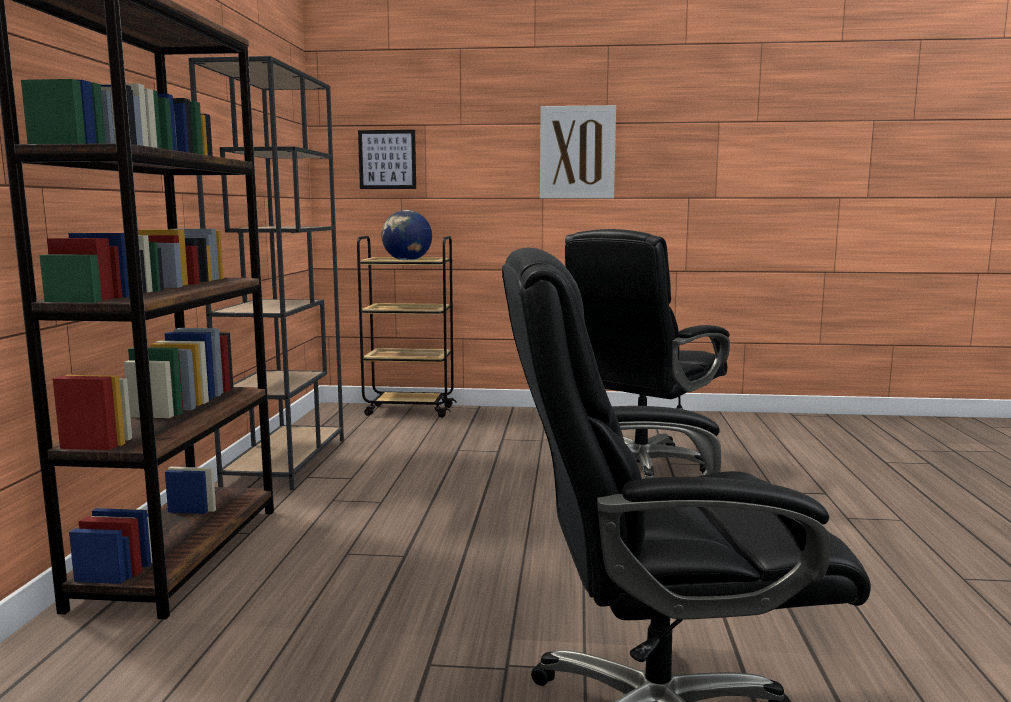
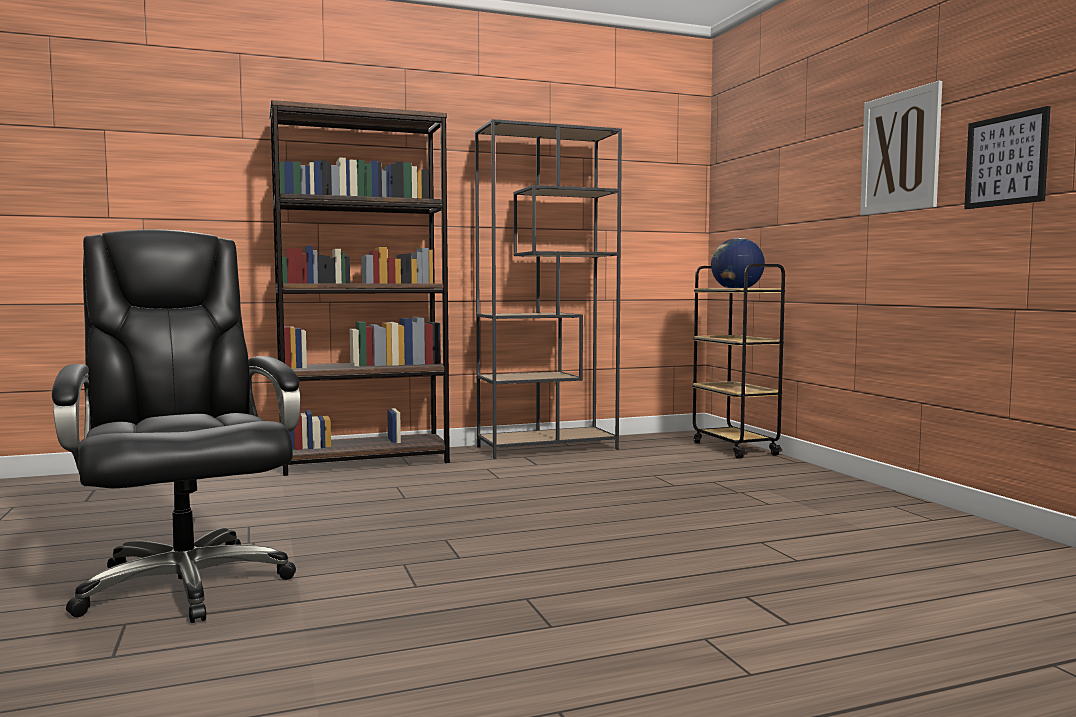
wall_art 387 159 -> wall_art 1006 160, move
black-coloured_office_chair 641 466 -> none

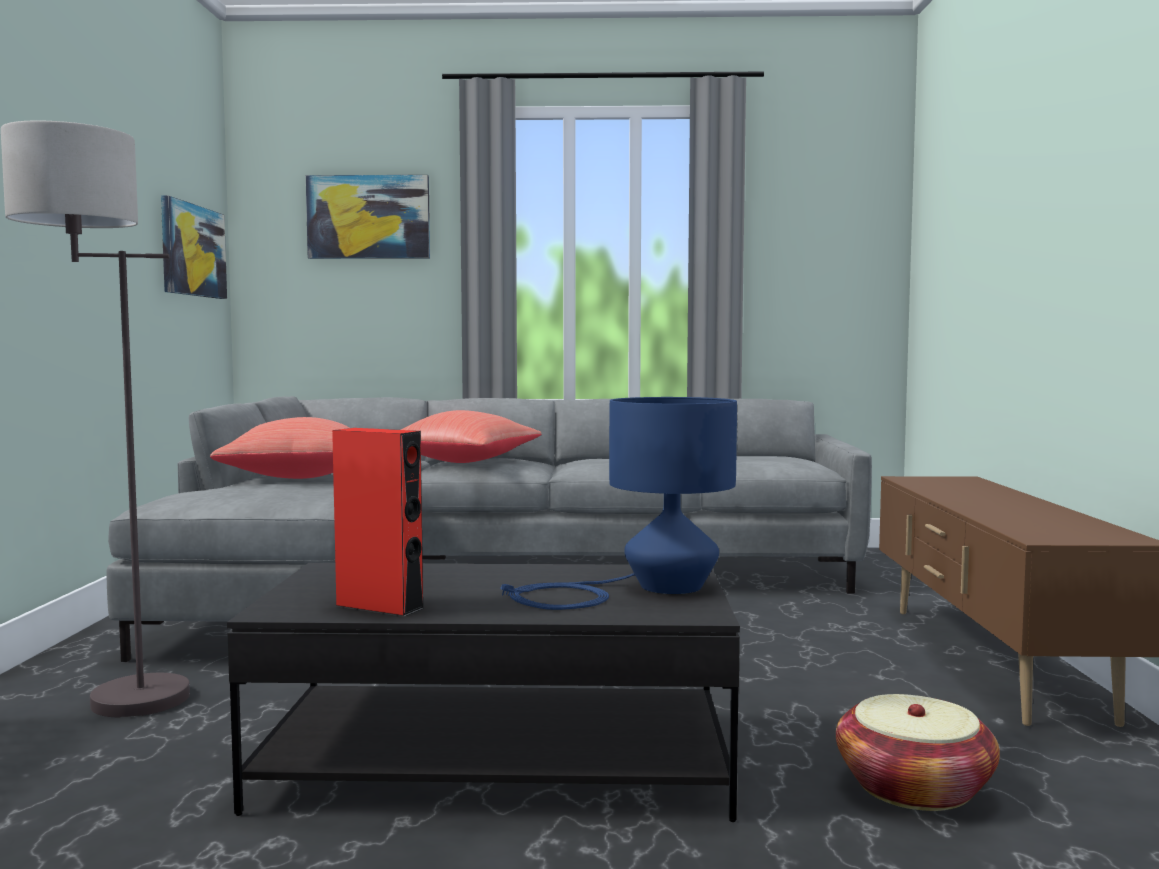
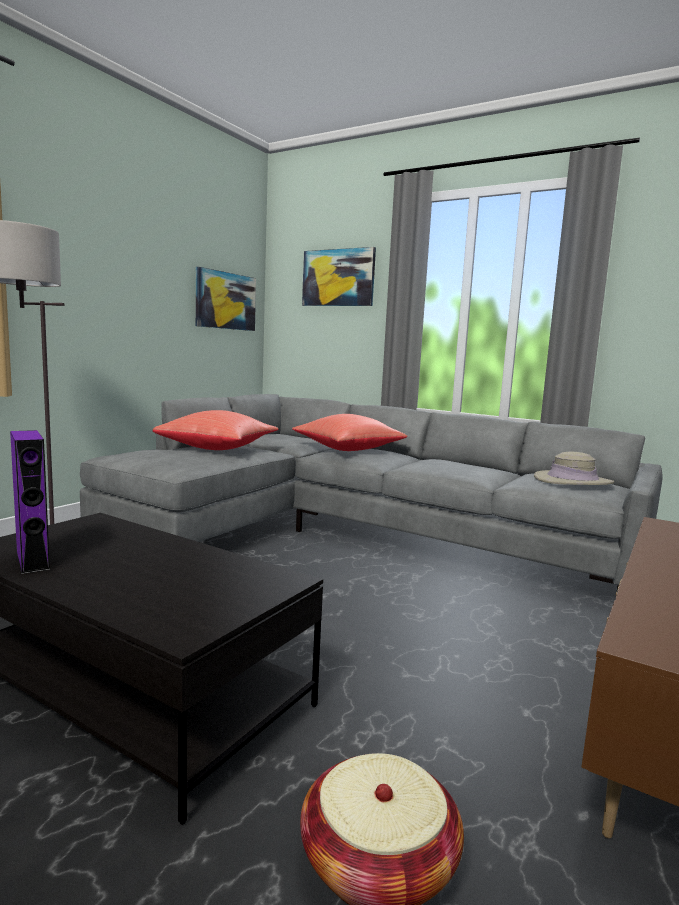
bluish_tabletop_lamp 628 590 -> none
red-coloured_audio_speaker 379 607 -> purple-coloured_audio_speaker 33 561
none -> sand-coloured_wearable_hat 572 481

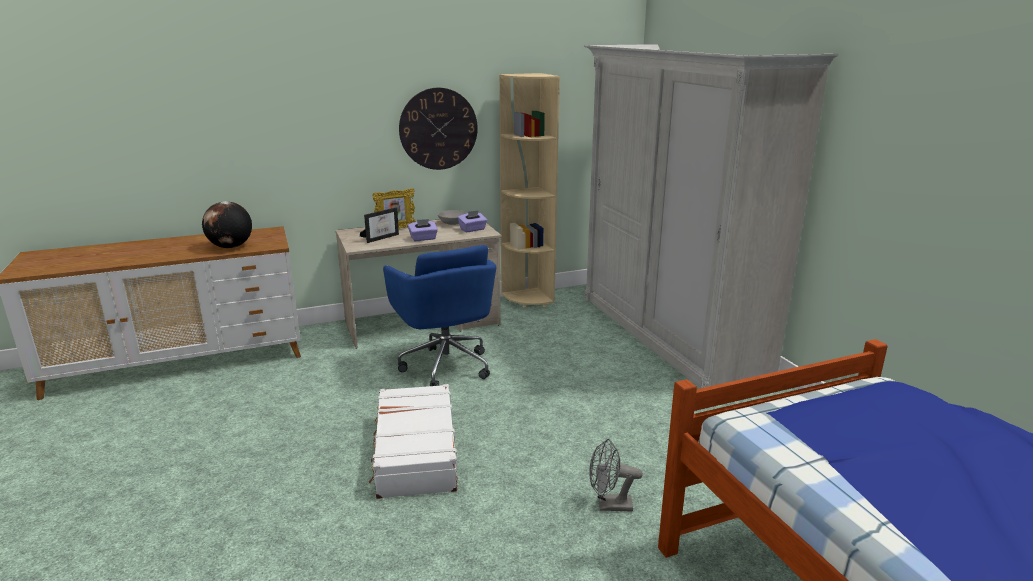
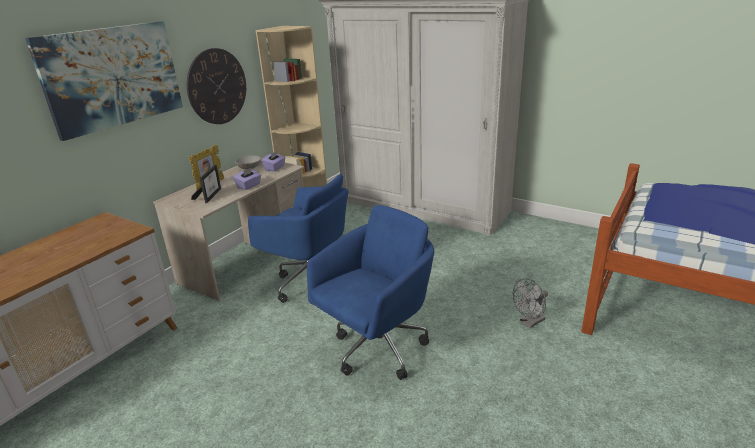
desk_globe 231 247 -> none
white_travel_case 415 452 -> bluish_office_chair 376 352
none -> wall_art 113 77

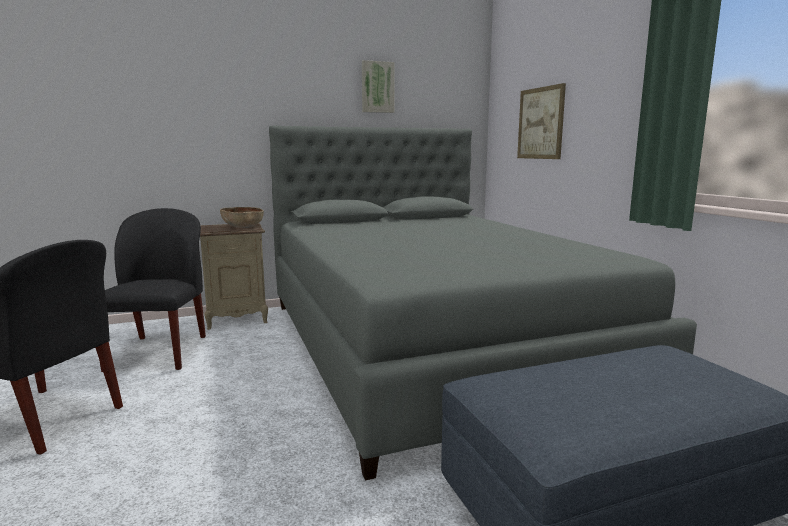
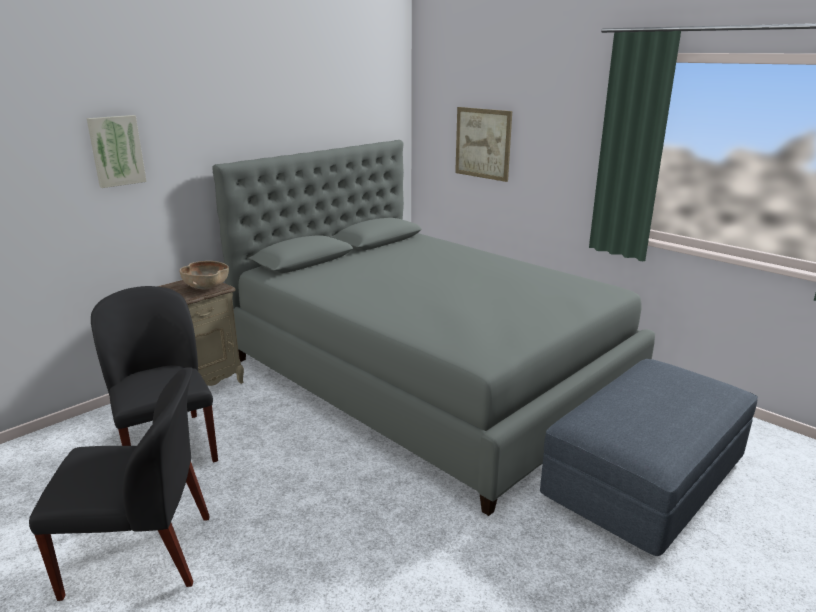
wall_art 377 87 -> wall_art 116 151, move

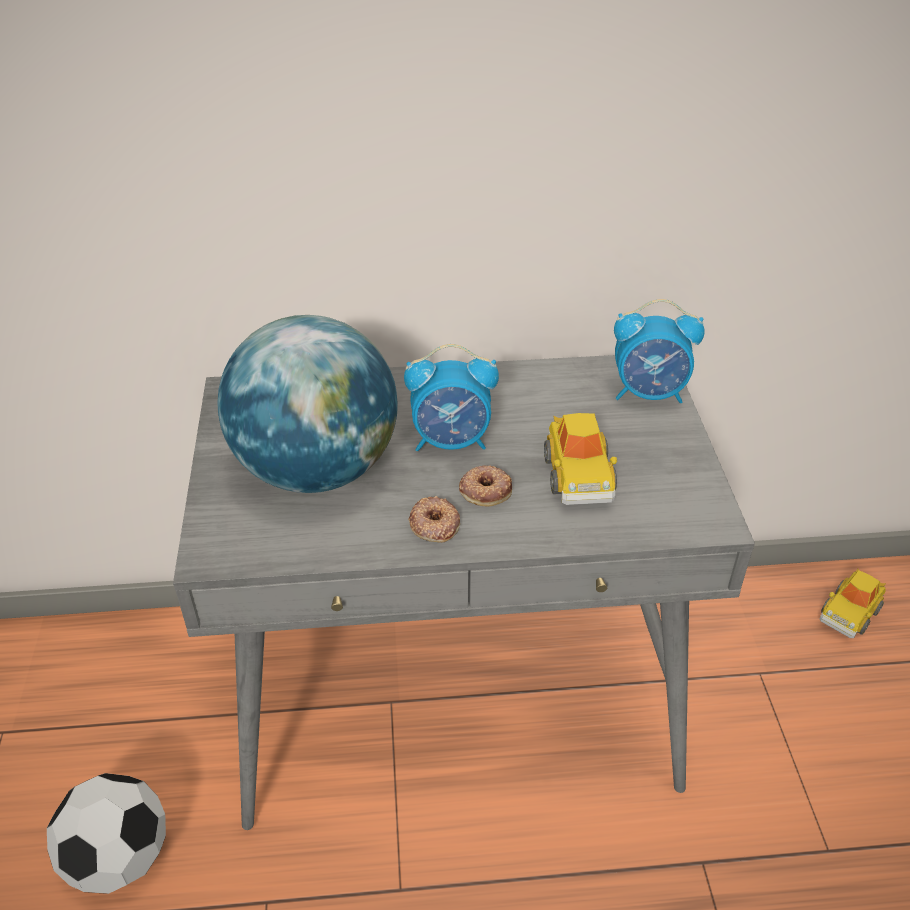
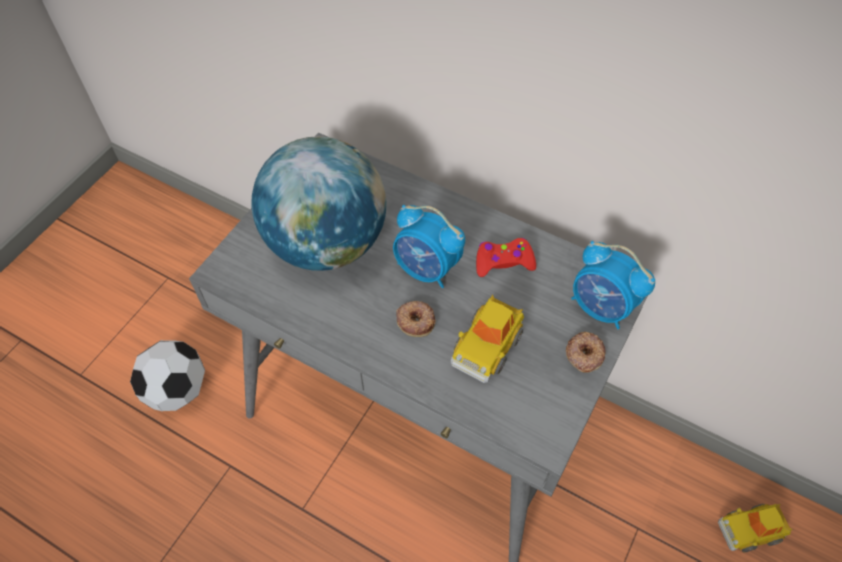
ring_doughnut 434 524 -> ring_doughnut 584 354, move
none -> red-coloured_game_controller 503 262

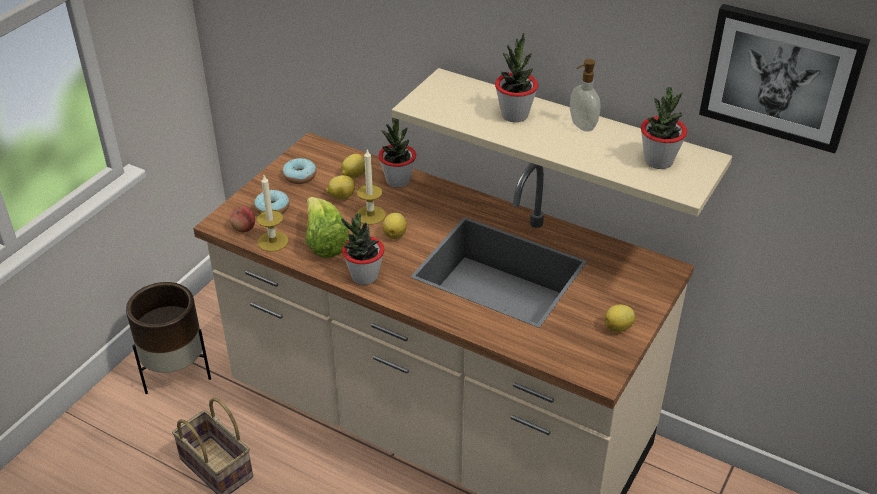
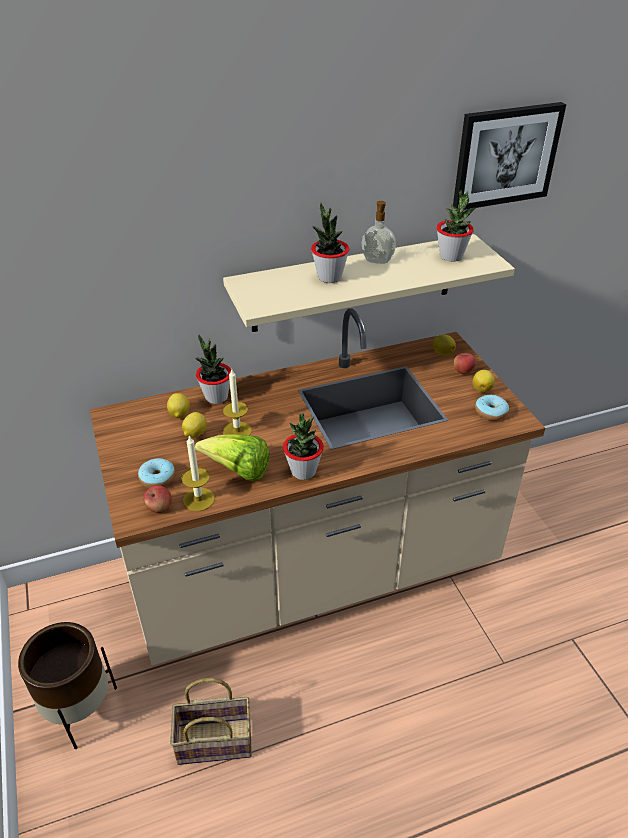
ring_doughnut 300 176 -> ring_doughnut 490 412, move
whole_lemon 395 234 -> whole_lemon 442 352, move
none -> whole_apple 463 371

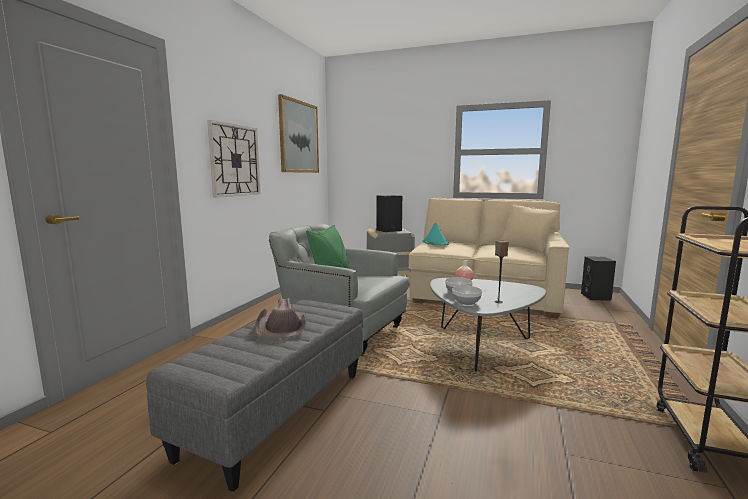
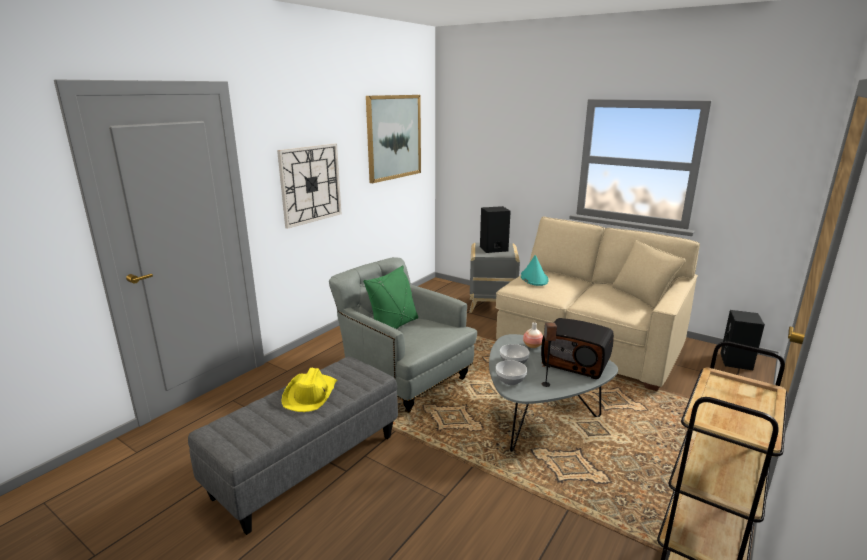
brown-coloured_wearable_hat 282 326 -> yellowish_wearable_hat 310 394
none -> radio_set 576 363

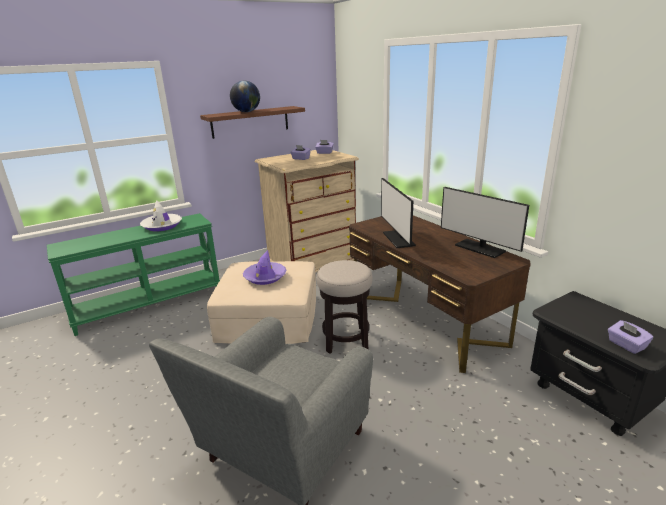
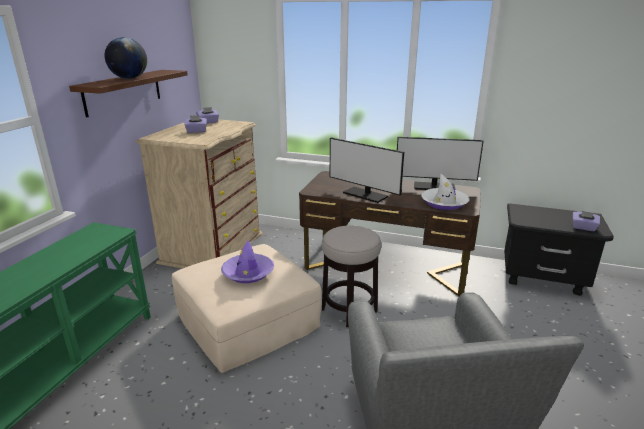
white_wearable_hat 162 226 -> white_wearable_hat 444 203, move

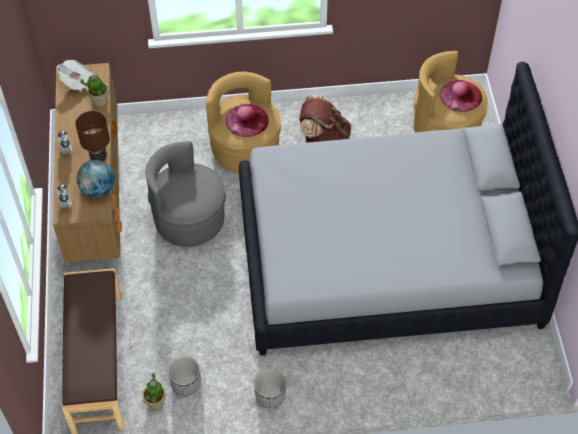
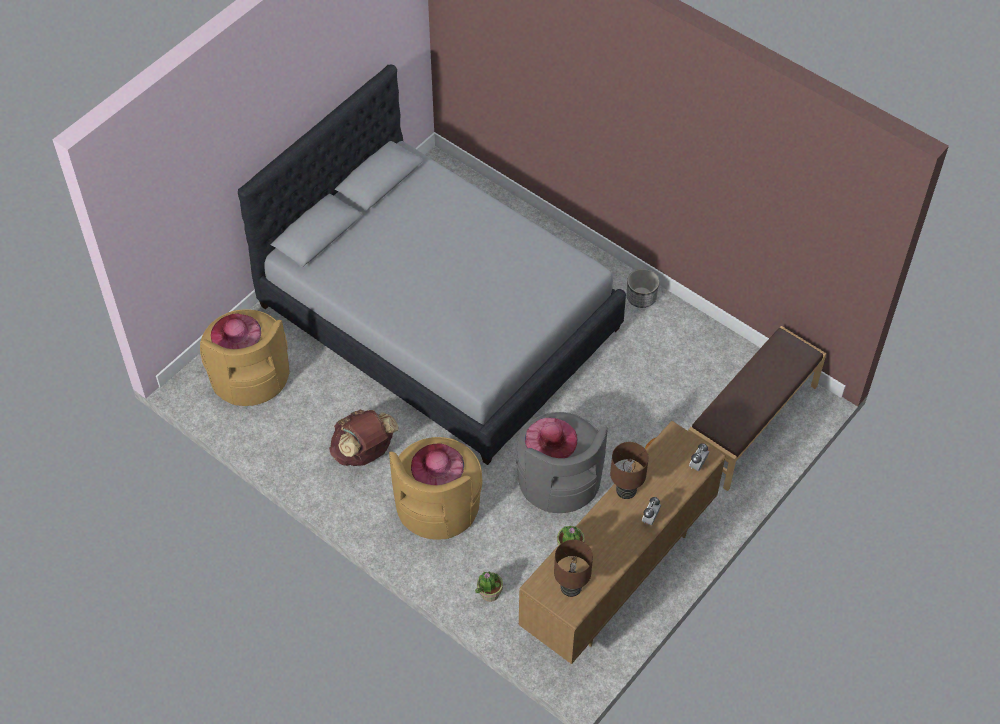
newspaper 79 83 -> brown-coloured_tabletop_lamp 571 587
desk_globe 98 189 -> none
plant_pot 185 383 -> none
potted_plant 155 401 -> potted_plant 489 593, move
none -> pink-coloured_wearable_hat 551 439

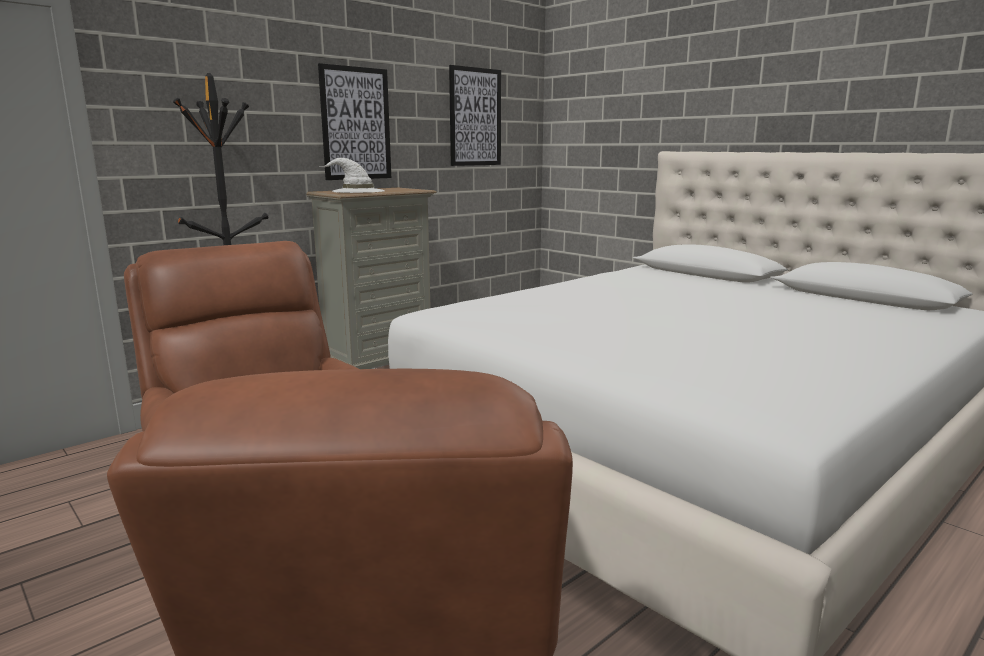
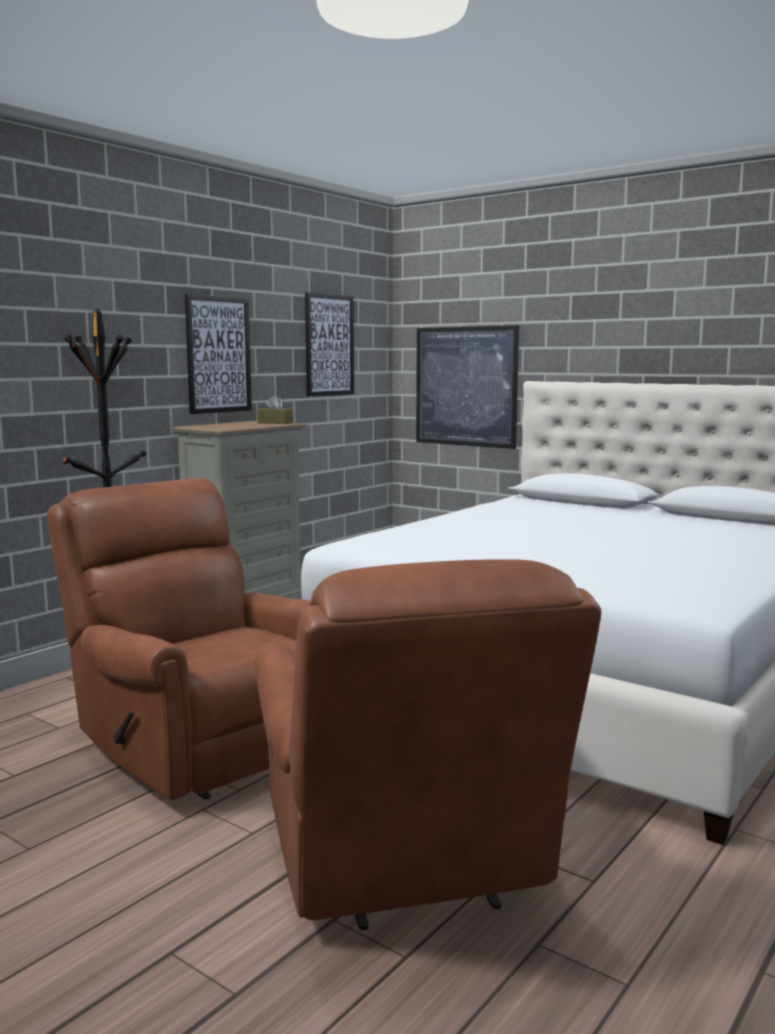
white_wearable_hat 357 191 -> none
none -> wall_art 465 386
none -> brown-coloured_tissue_holder 275 422

